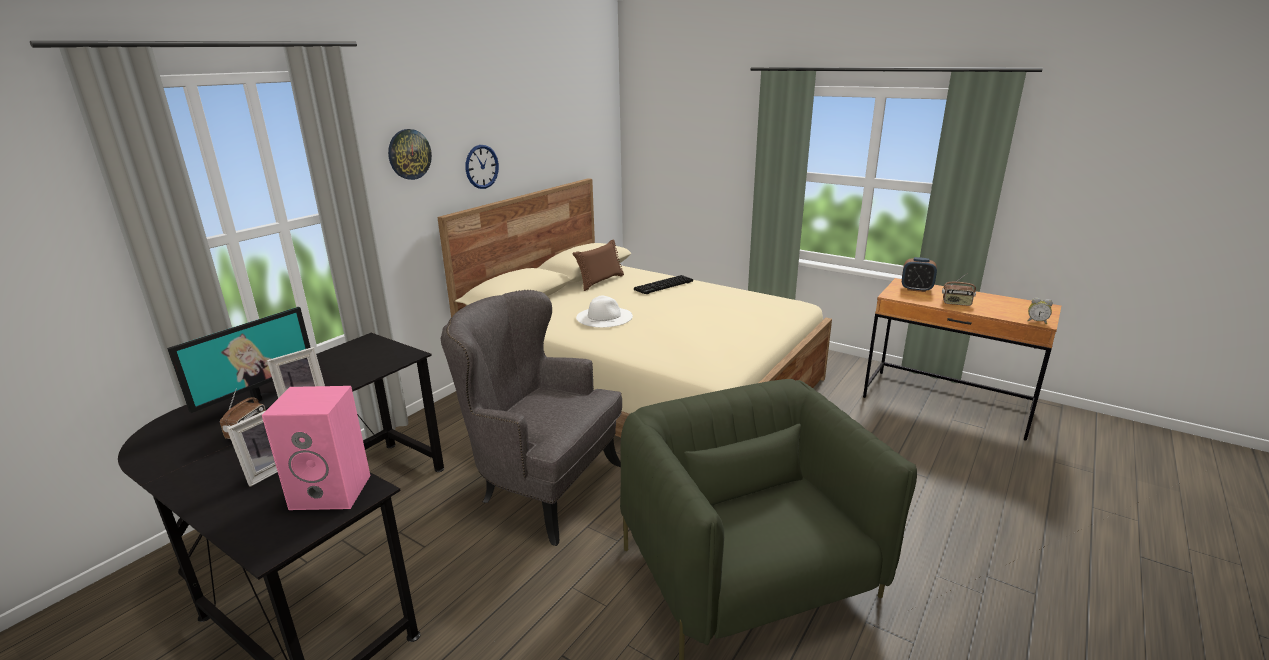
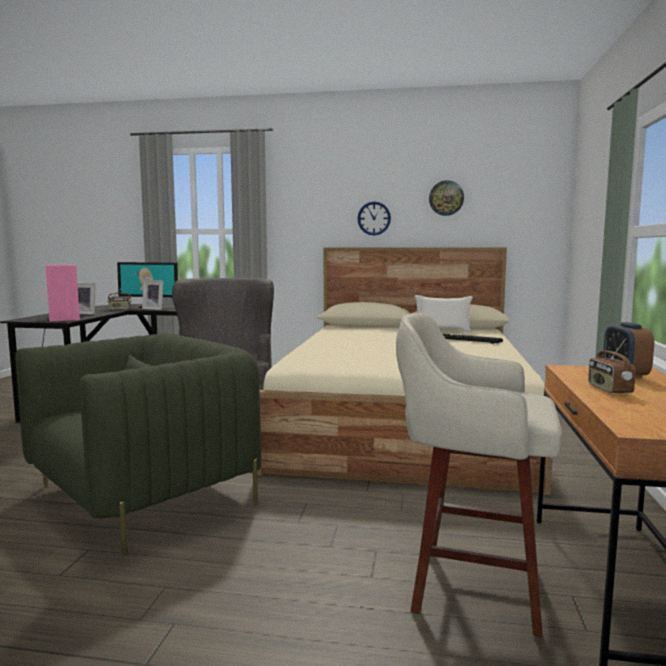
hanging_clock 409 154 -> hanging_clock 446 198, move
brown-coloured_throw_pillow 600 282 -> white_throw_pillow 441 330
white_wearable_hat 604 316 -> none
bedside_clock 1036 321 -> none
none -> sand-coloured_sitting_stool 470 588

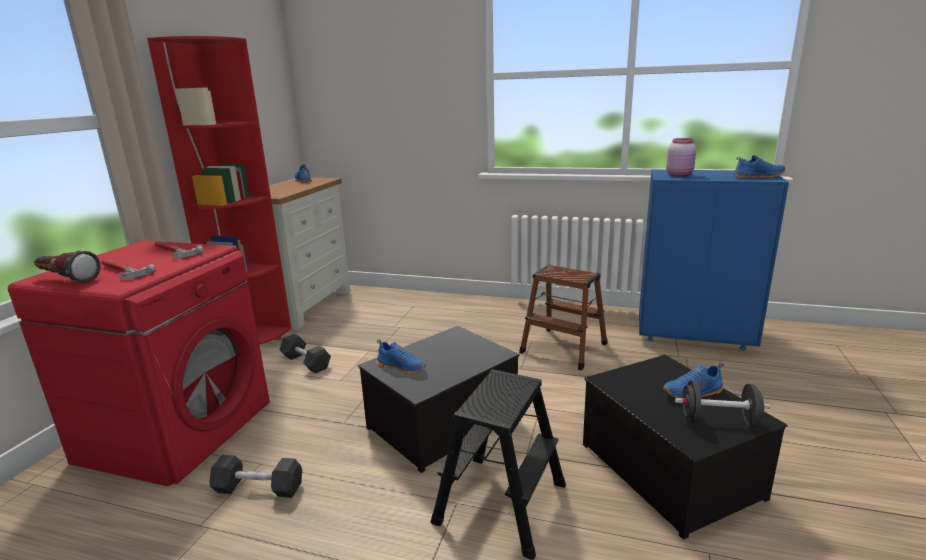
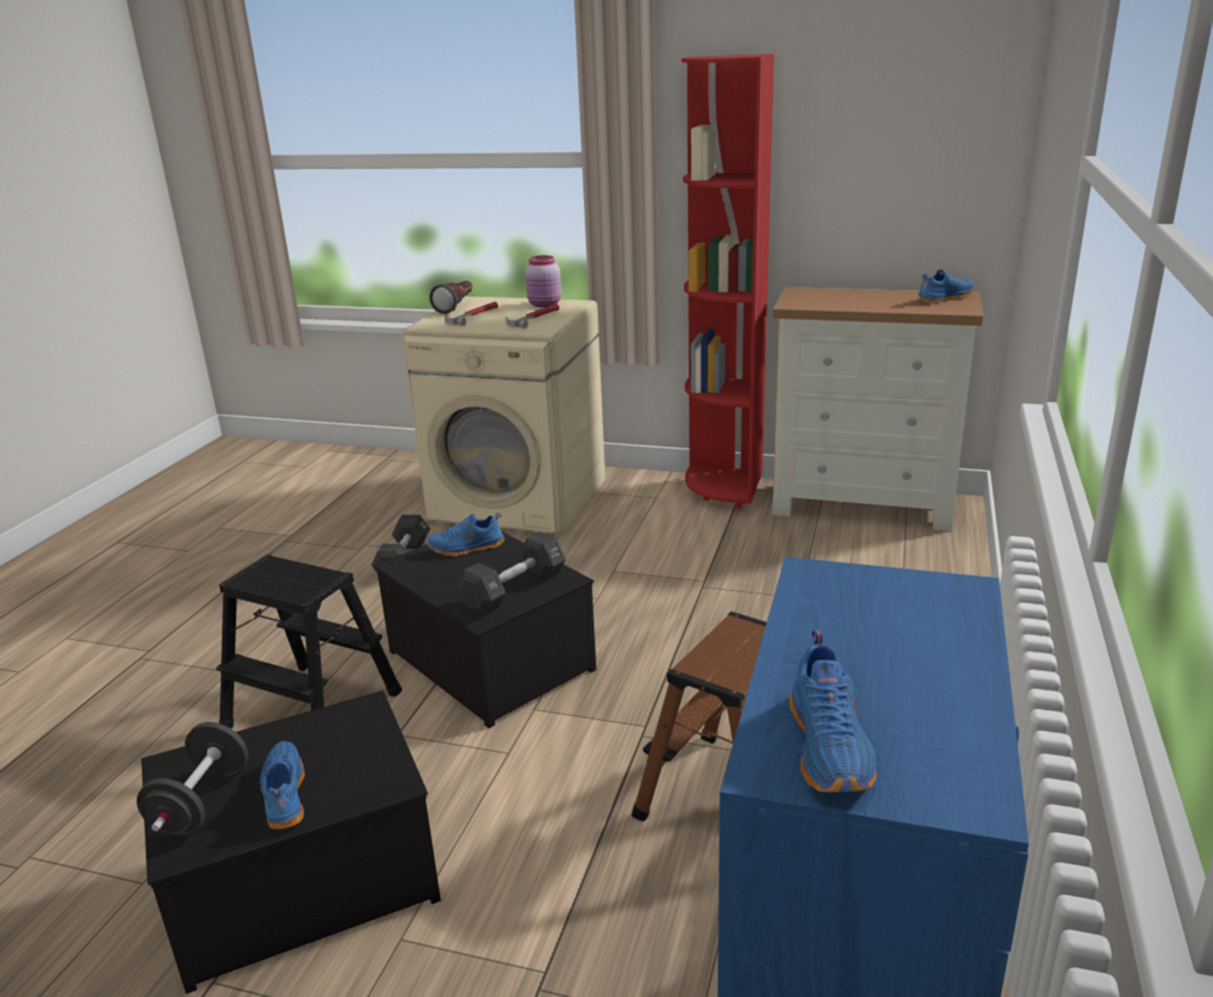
pink-coloured_storage_jar 679 175 -> pink-coloured_storage_jar 545 304, move
red-coloured_washing_machine 182 429 -> sand-coloured_washing_machine 517 501
black-coloured_hand_weight 306 362 -> black-coloured_hand_weight 514 590, move
bluish_shoe 402 367 -> bluish_shoe 466 548, 45 degrees clockwise

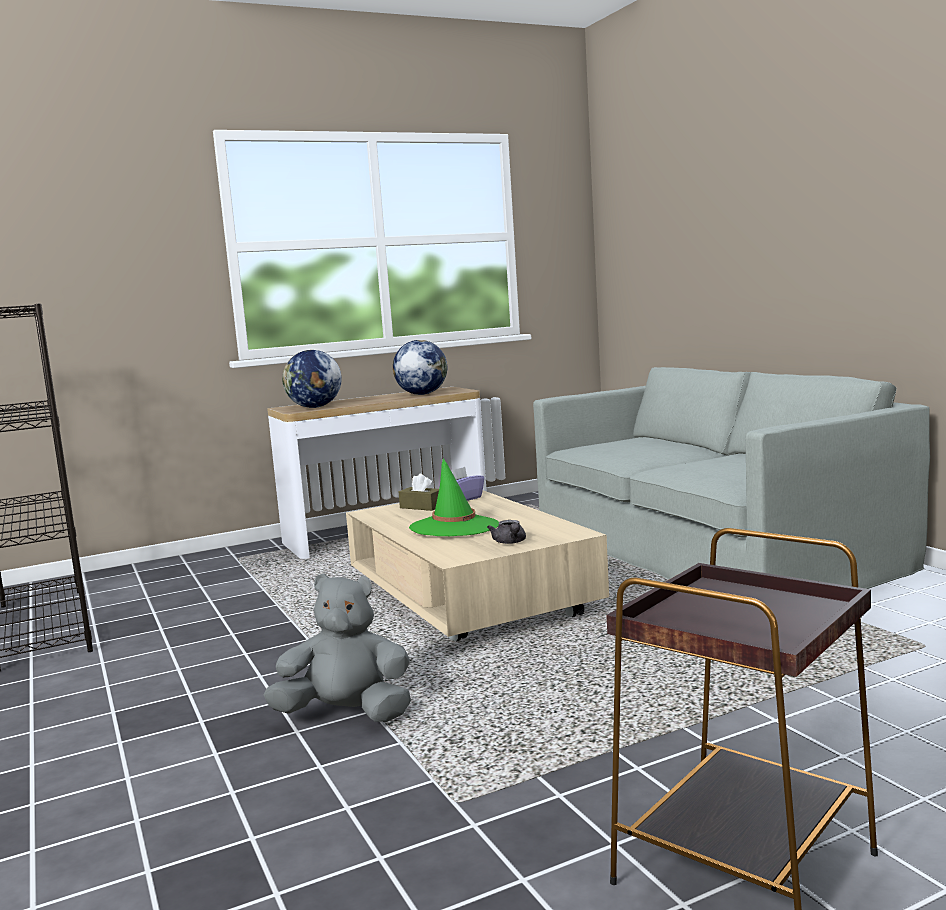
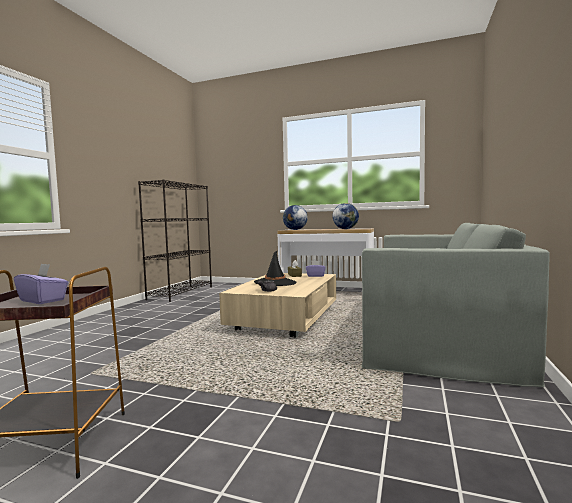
green-coloured_wearable_hat 454 527 -> black-coloured_wearable_hat 275 283
grey_soft_toy 346 714 -> none
none -> purple-coloured_tissue_holder 43 300

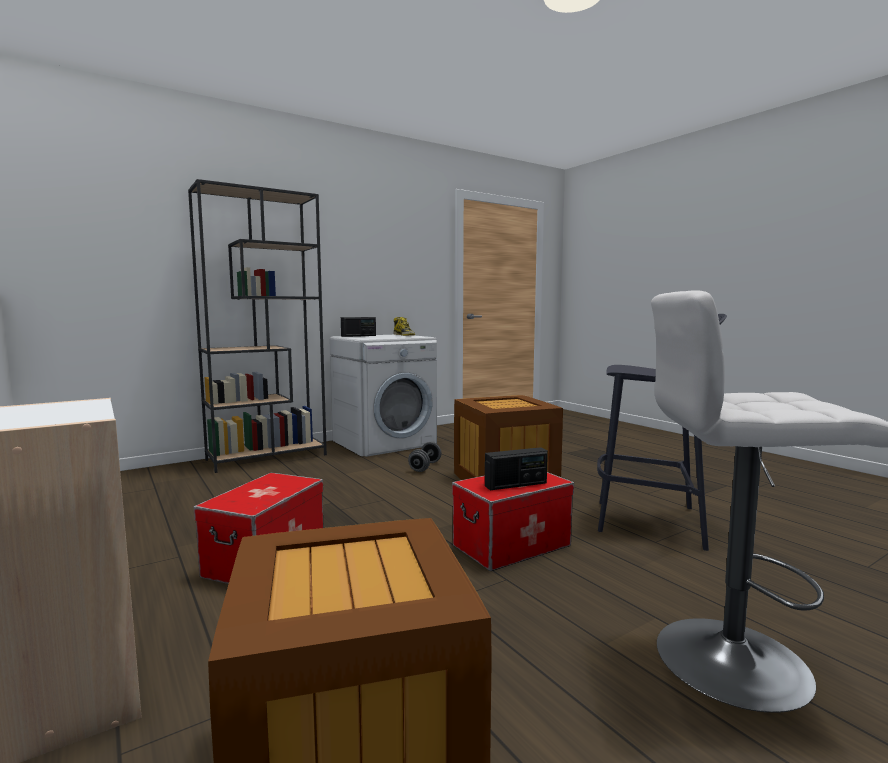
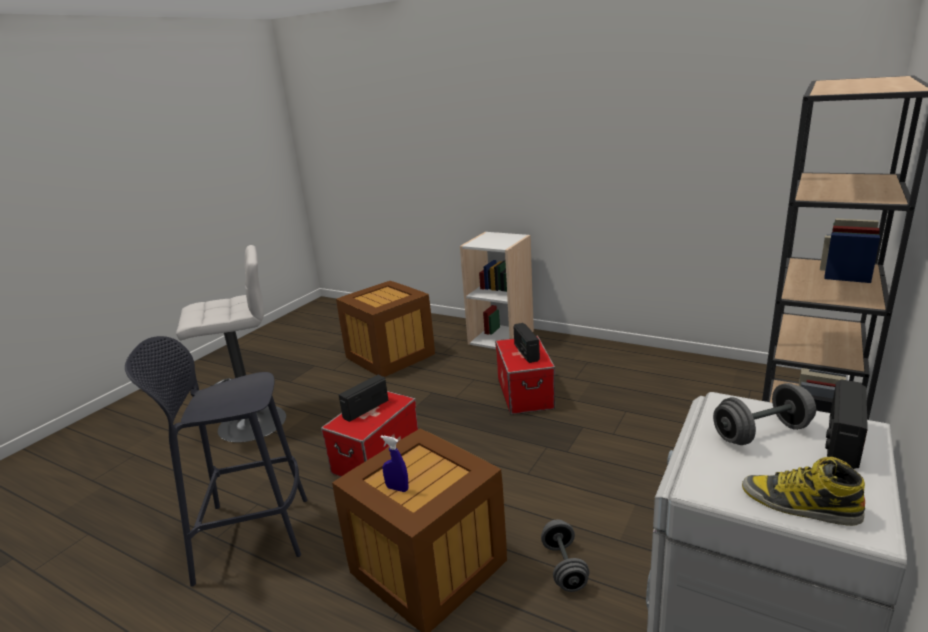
none -> radio_set 526 352
none -> grey_hand_weight 761 433
none -> bluish_sprayer 397 488

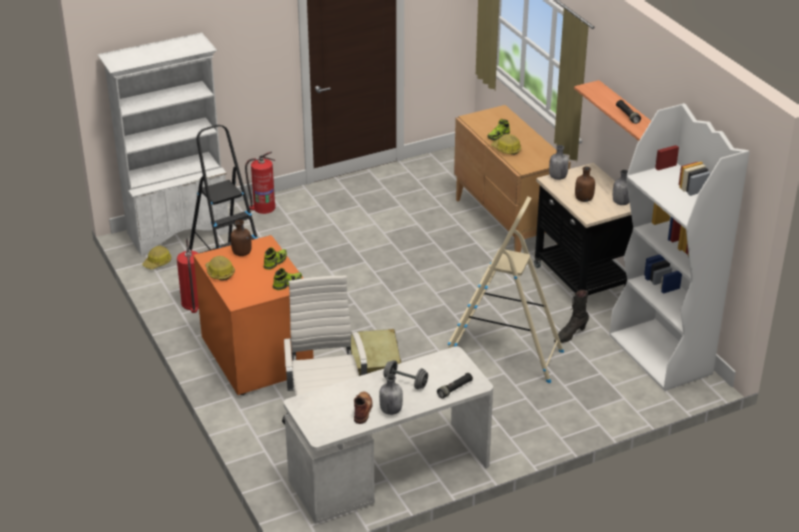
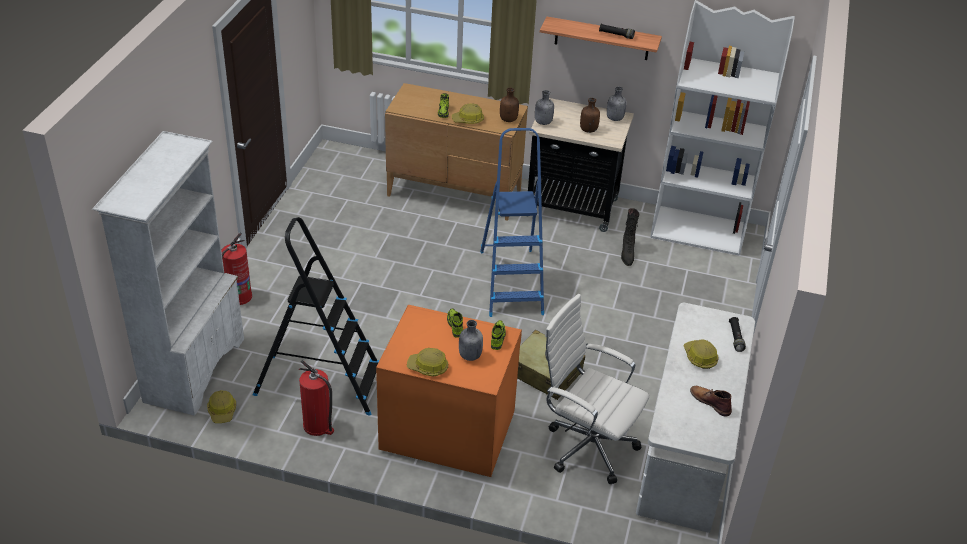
sand-coloured_step_ladder 502 355 -> none
brown-coloured_drink_bottle 242 253 -> brown-coloured_drink_bottle 509 120, move
grey_hand_weight 405 382 -> hard_hat 699 357
grey_drink_bottle 390 410 -> grey_drink_bottle 469 356, move
none -> bluish_step_ladder 511 282

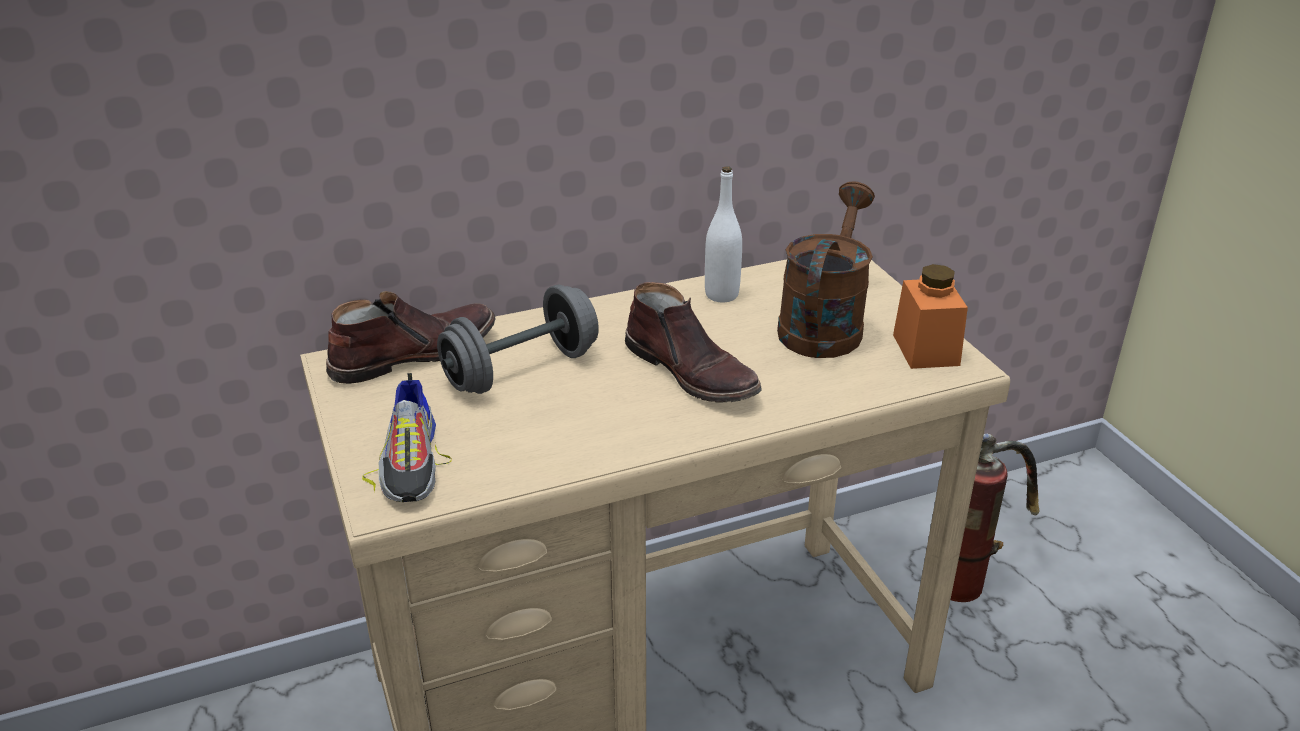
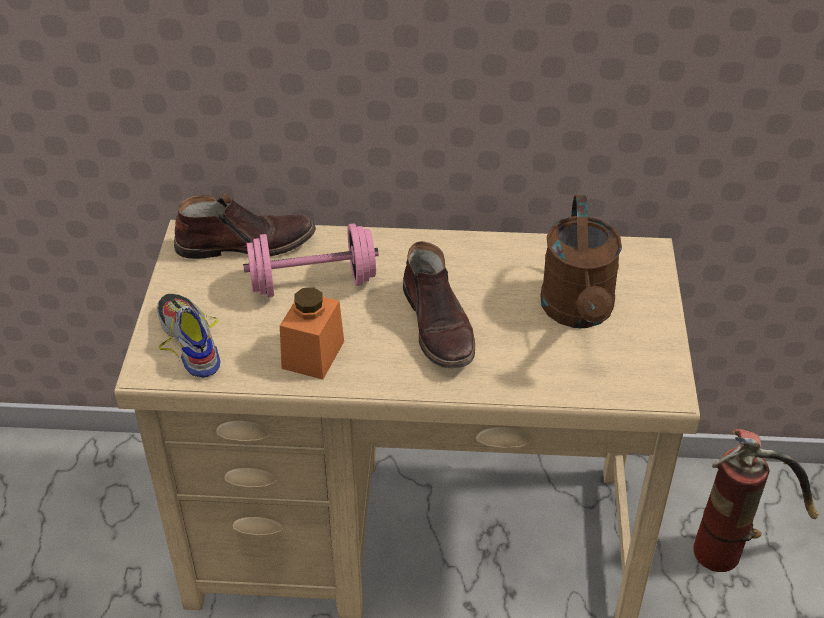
white_drink_bottle 721 295 -> none
brown-coloured_sprinkling_can 823 324 -> brown-coloured_sprinkling_can 579 313, 135 degrees clockwise
orangey_storage_jar 926 350 -> orangey_storage_jar 313 355, move
grey_hand_weight 521 370 -> pink-coloured_hand_weight 313 283
shoe 411 462 -> shoe 189 340, 135 degrees clockwise

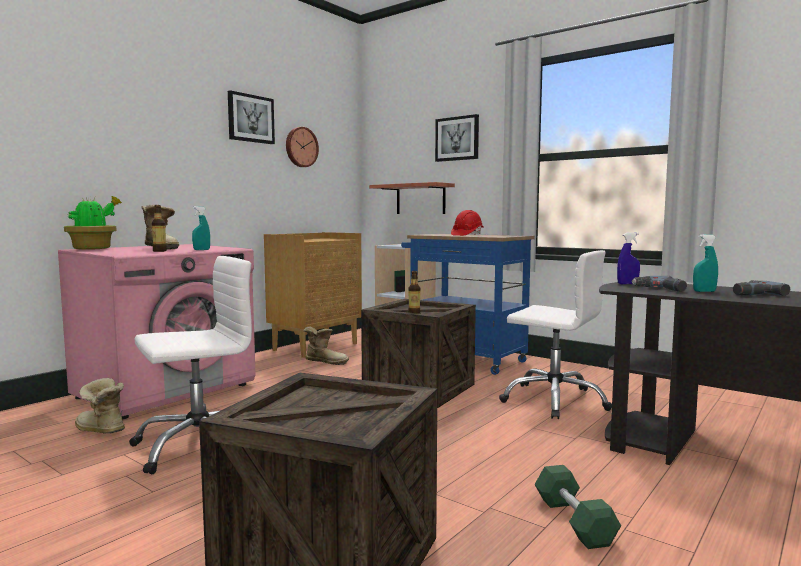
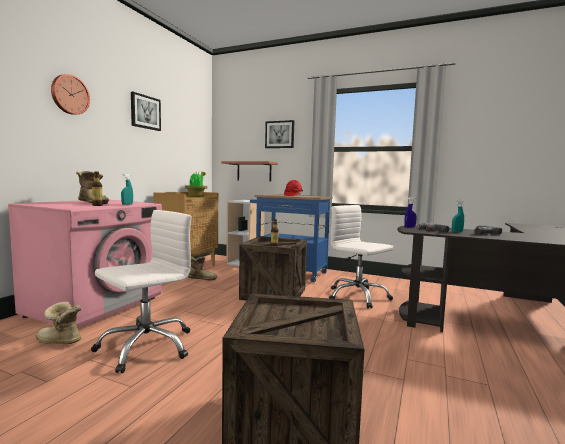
hanging_clock 301 147 -> hanging_clock 69 94, move
potted_plant 93 248 -> potted_plant 196 196, move
white_office_chair 554 400 -> white_office_chair 357 296, 150 degrees counterclockwise
green-coloured_hand_weight 574 521 -> none

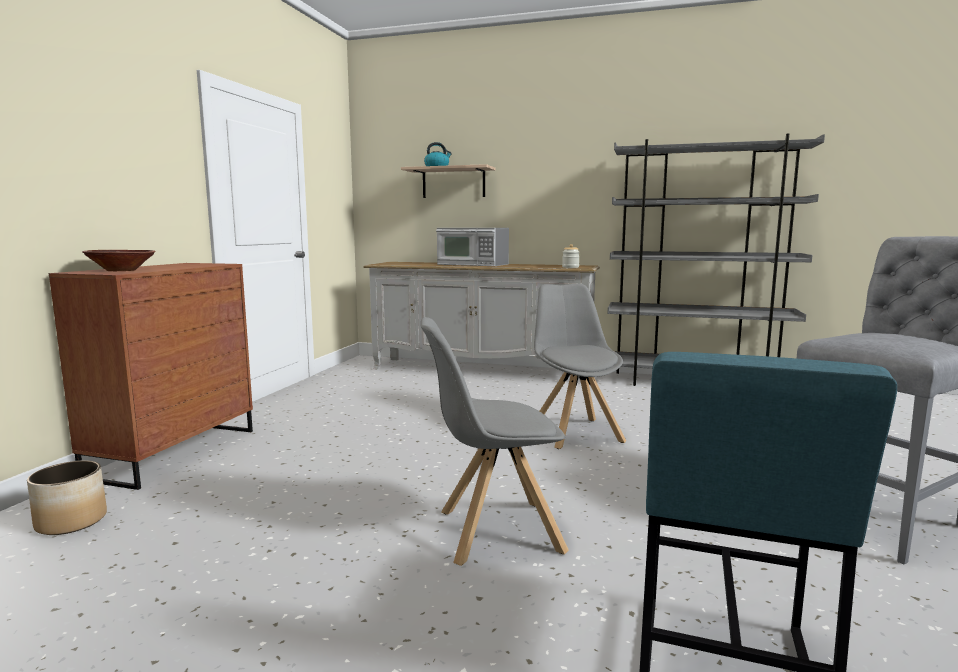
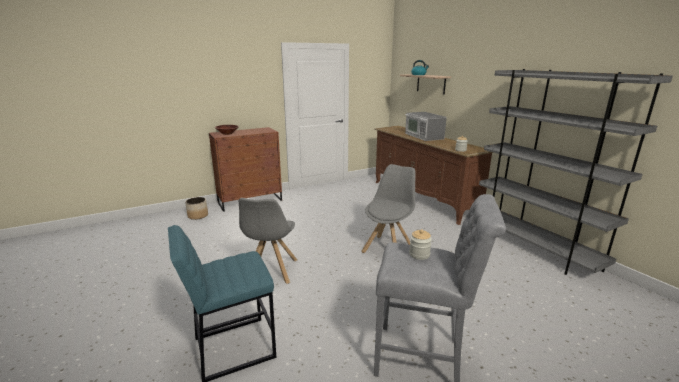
grey_cabinet 480 371 -> brown-coloured_cabinet 421 198
grey_plain_chair 493 532 -> grey_plain_chair 271 271, 120 degrees counterclockwise
none -> storage_jar 419 254

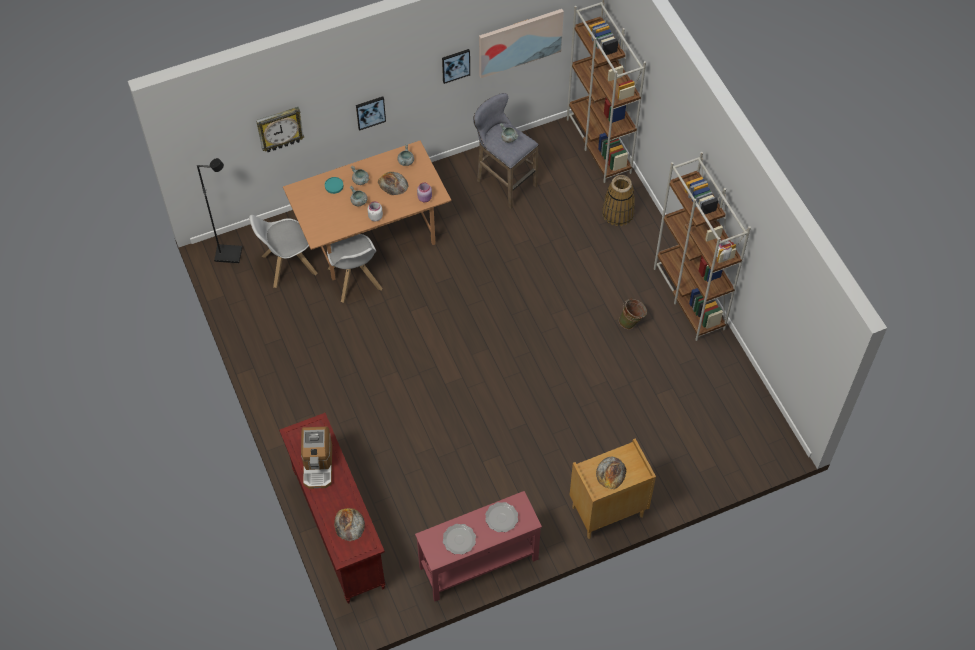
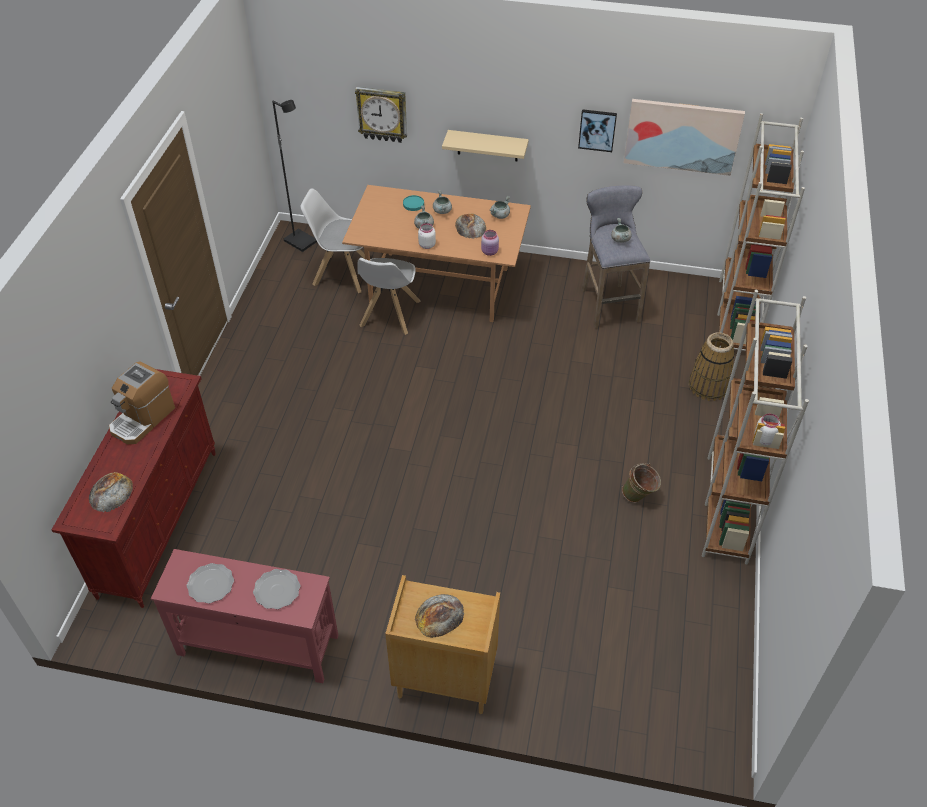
wall_art 370 112 -> sand-coloured_bracket_shelf 487 145

